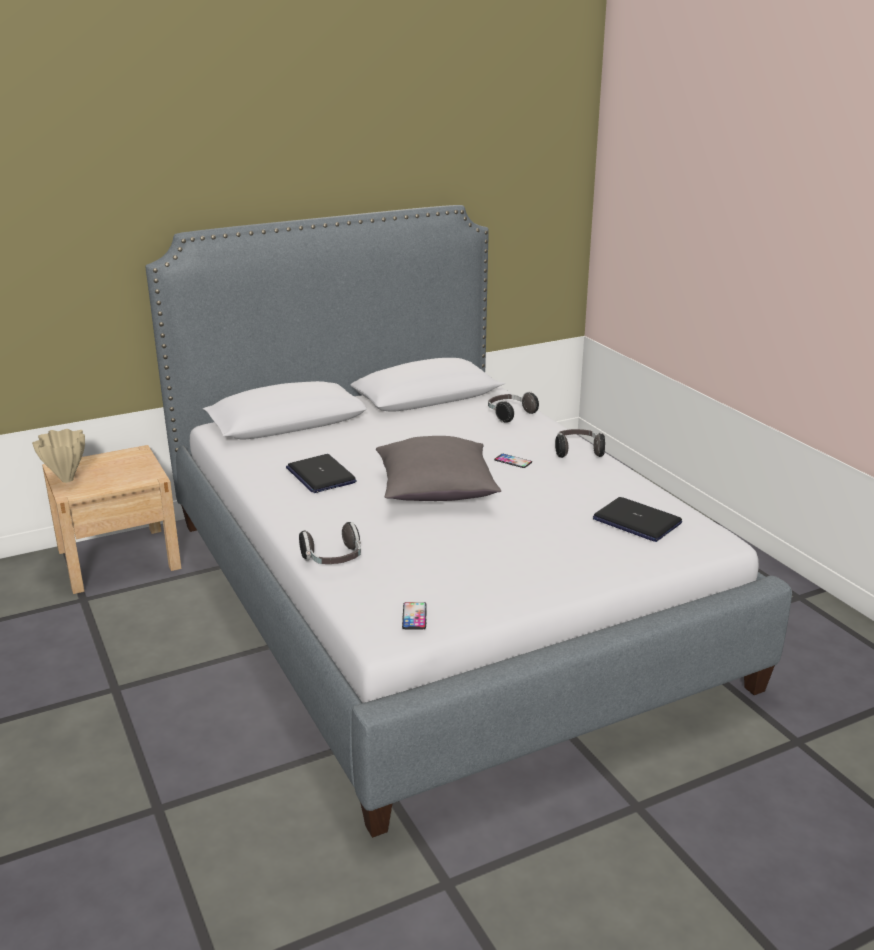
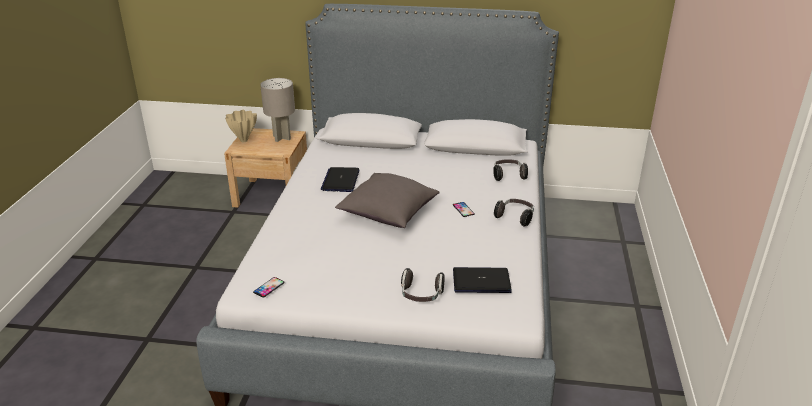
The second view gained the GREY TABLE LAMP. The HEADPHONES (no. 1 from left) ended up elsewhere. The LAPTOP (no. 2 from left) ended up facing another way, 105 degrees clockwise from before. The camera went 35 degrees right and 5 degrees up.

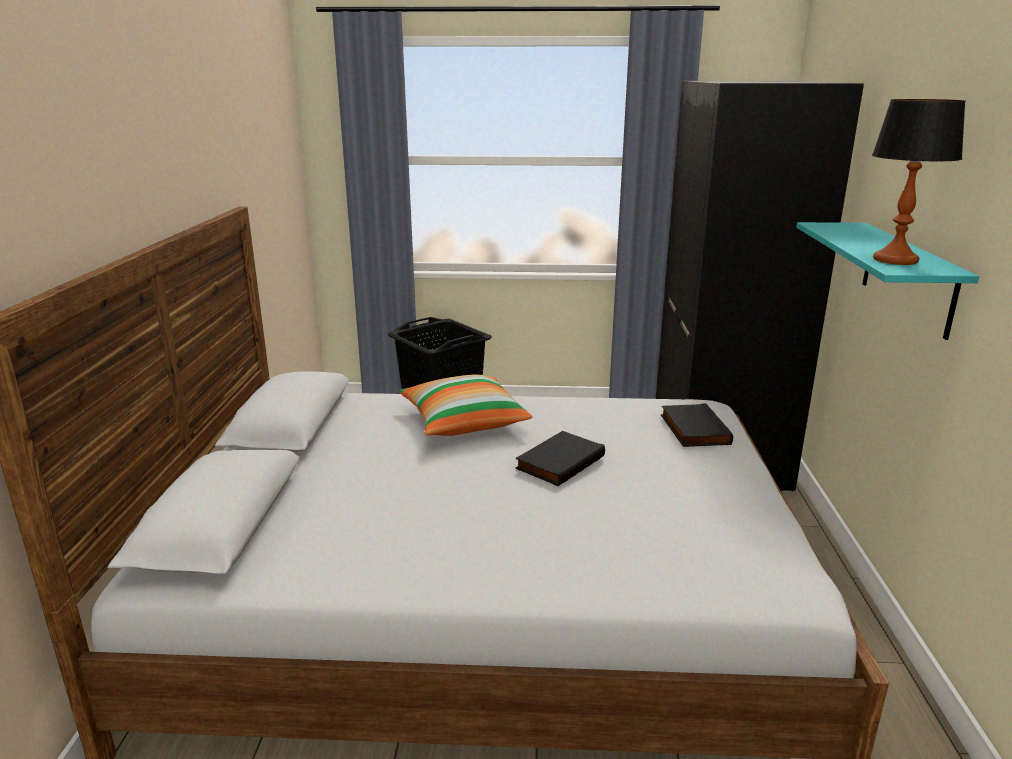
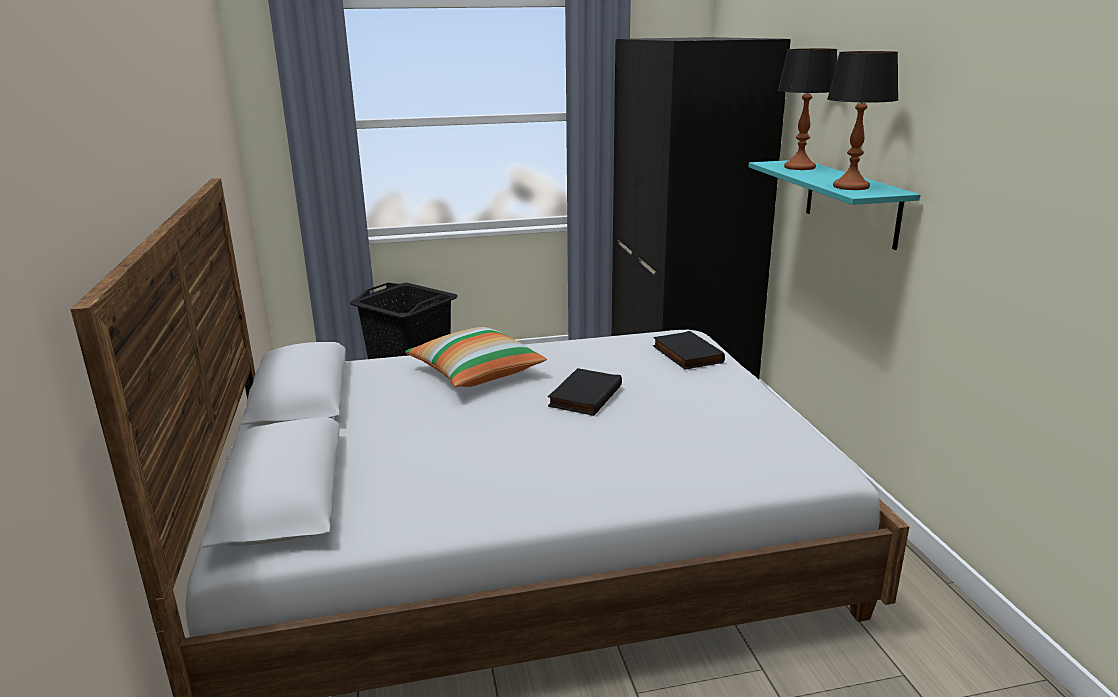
The second view gained the TABLE LAMP (no. 1 from left). The camera went 15 degrees left and 0 degrees up.

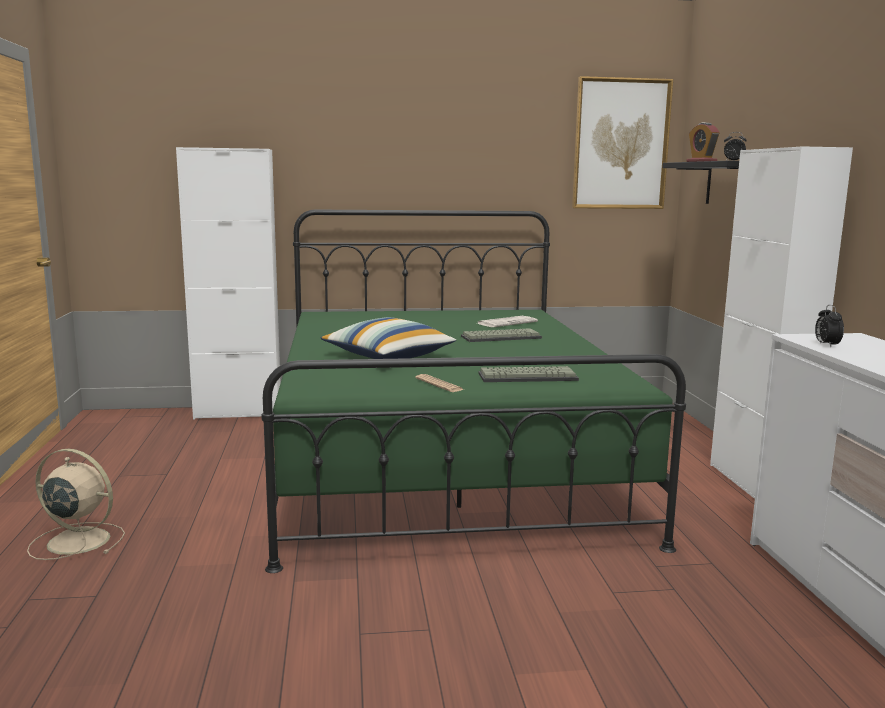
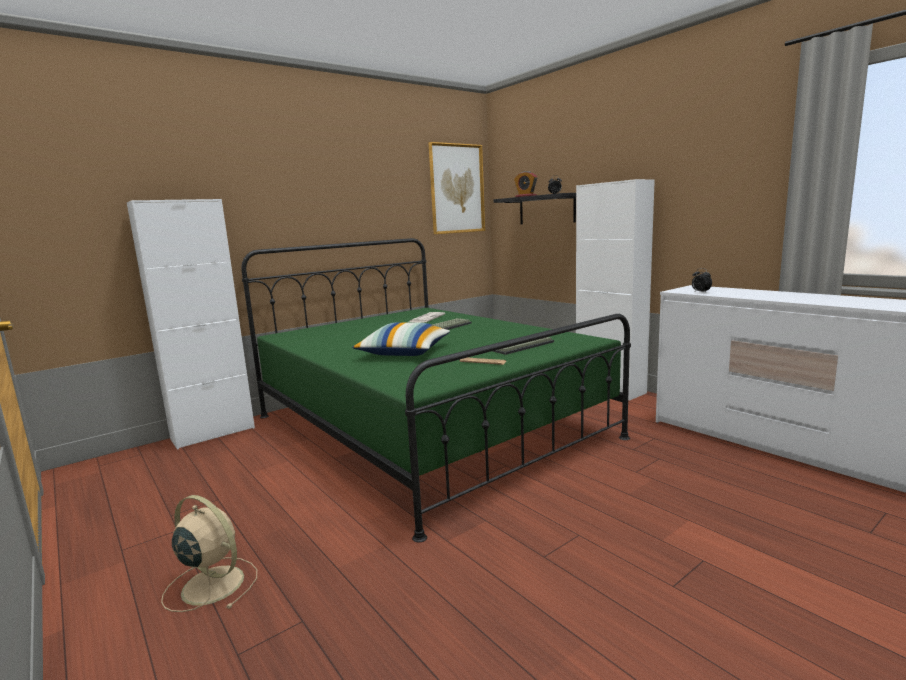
The BEIGE FAN ended up facing another way, 45 degrees clockwise from before. The camera went 30 degrees left and 0 degrees up.

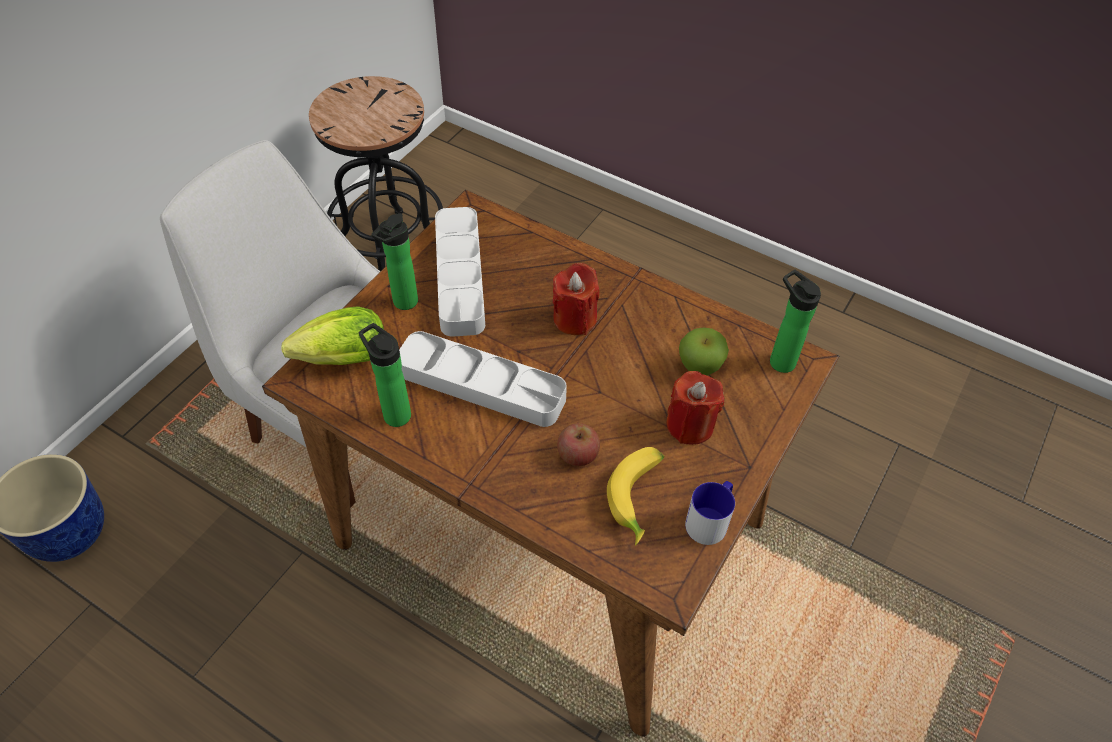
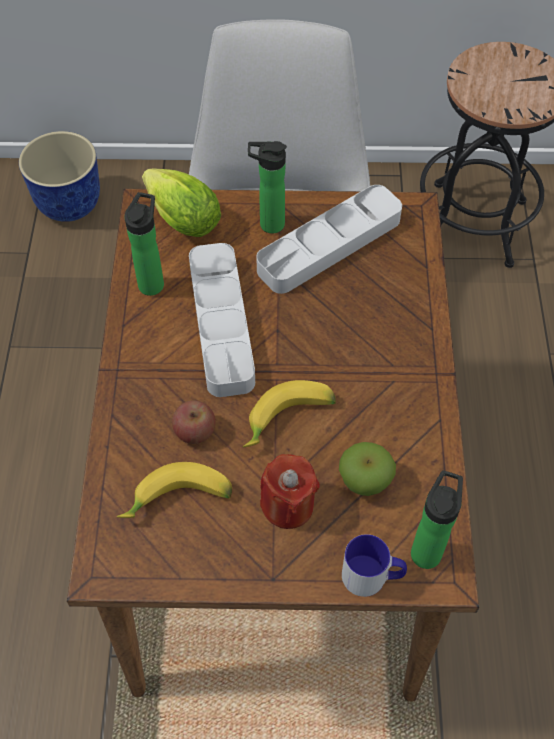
The second view gained the BANANA (no. 2 from left). The MUG ended up elsewhere. The second view lost the RED CANDLE (no. 1 from left). The camera went 60 degrees right and 5 degrees up.

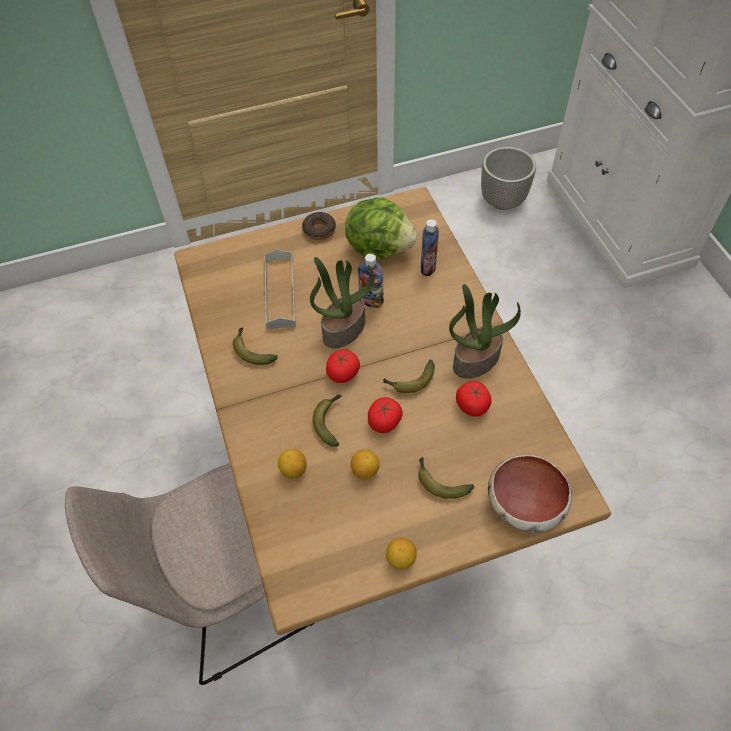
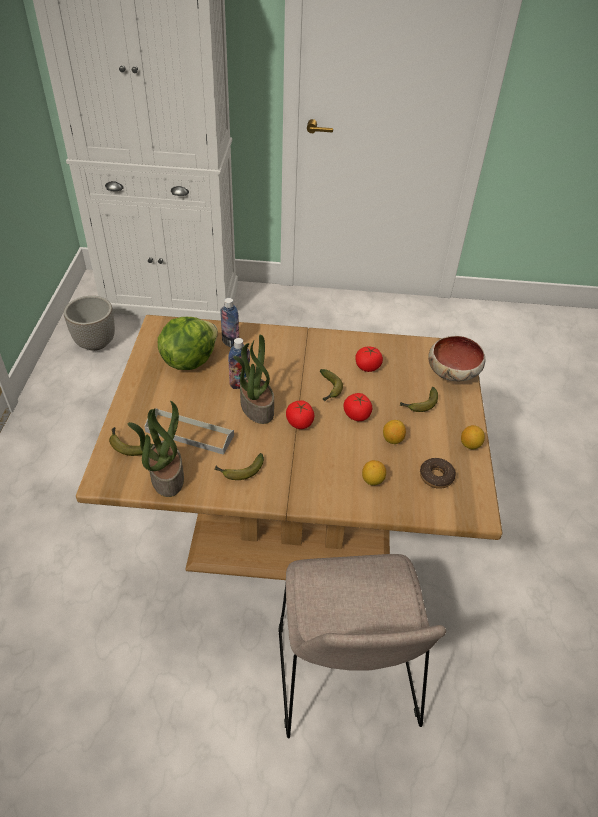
The BANANA (no. 2 from left in the first image) ended up elsewhere. The POTTED PLANT (no. 2 from left in the first image) ended up elsewhere. The DONUT ended up elsewhere. The camera went 70 degrees left and 10 degrees down.

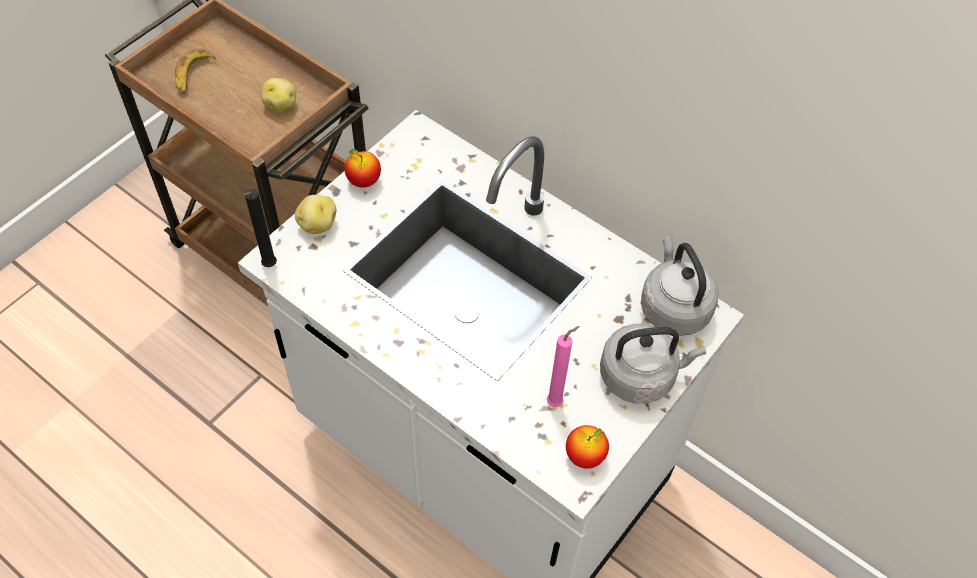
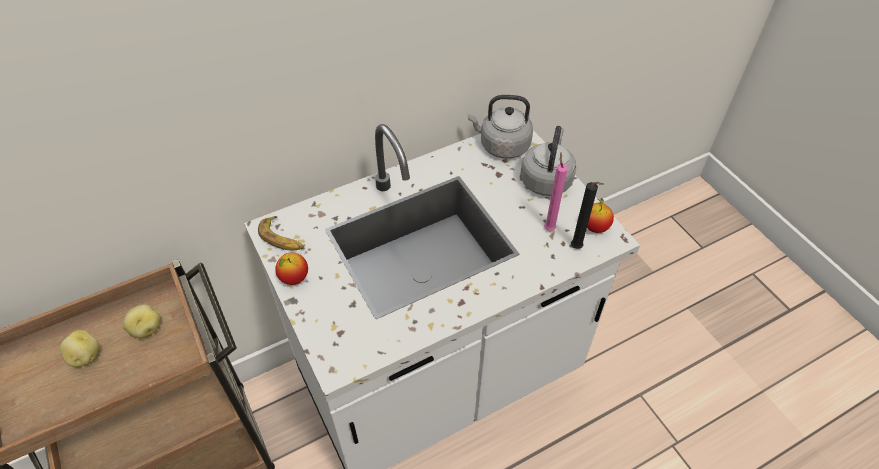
The POTATO (no. 2 from left in the first image) ended up elsewhere. The BANANA ended up elsewhere. The BLACK CANDLE ended up elsewhere. The camera went 65 degrees left and 5 degrees down.

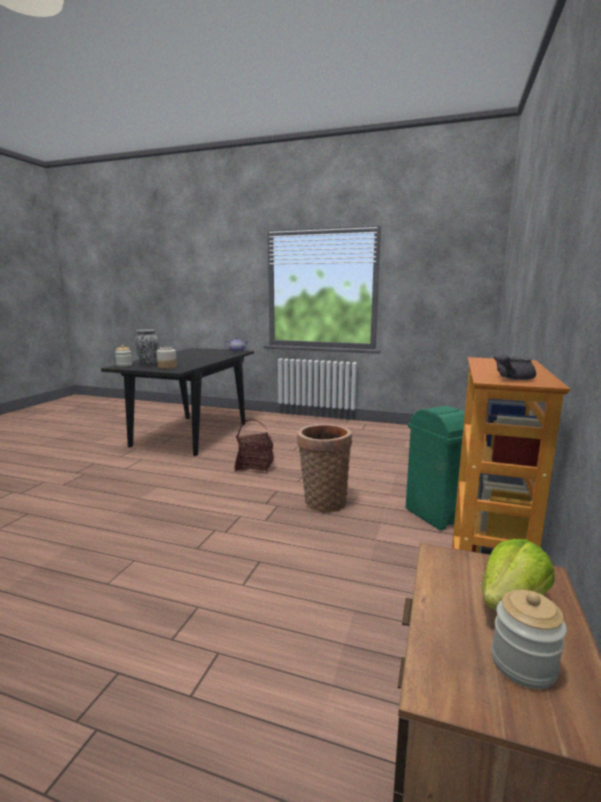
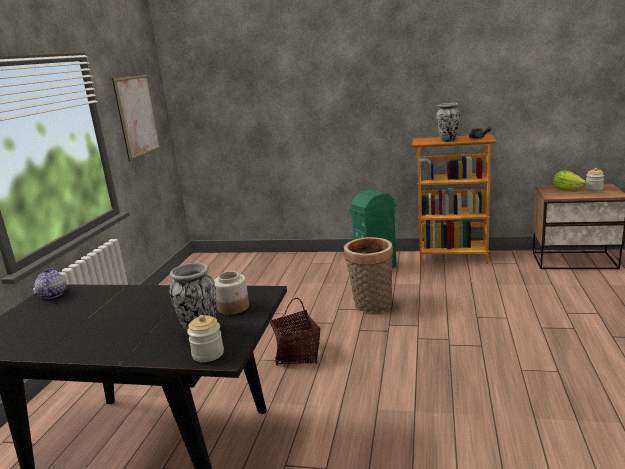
The second view gained the PICTURE. The second view gained the VASE (no. 2 from left). The camera went 95 degrees left and 5 degrees up.

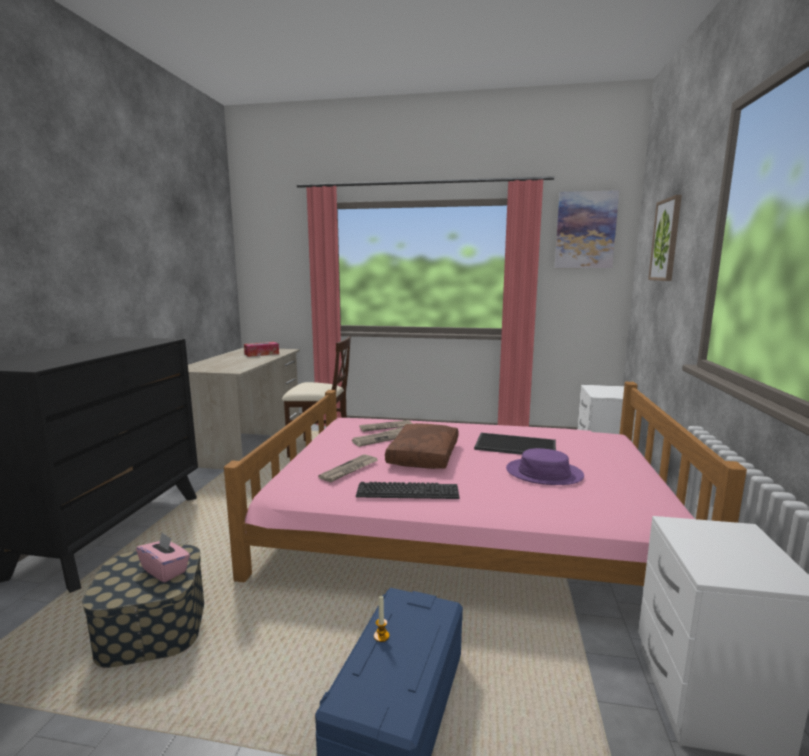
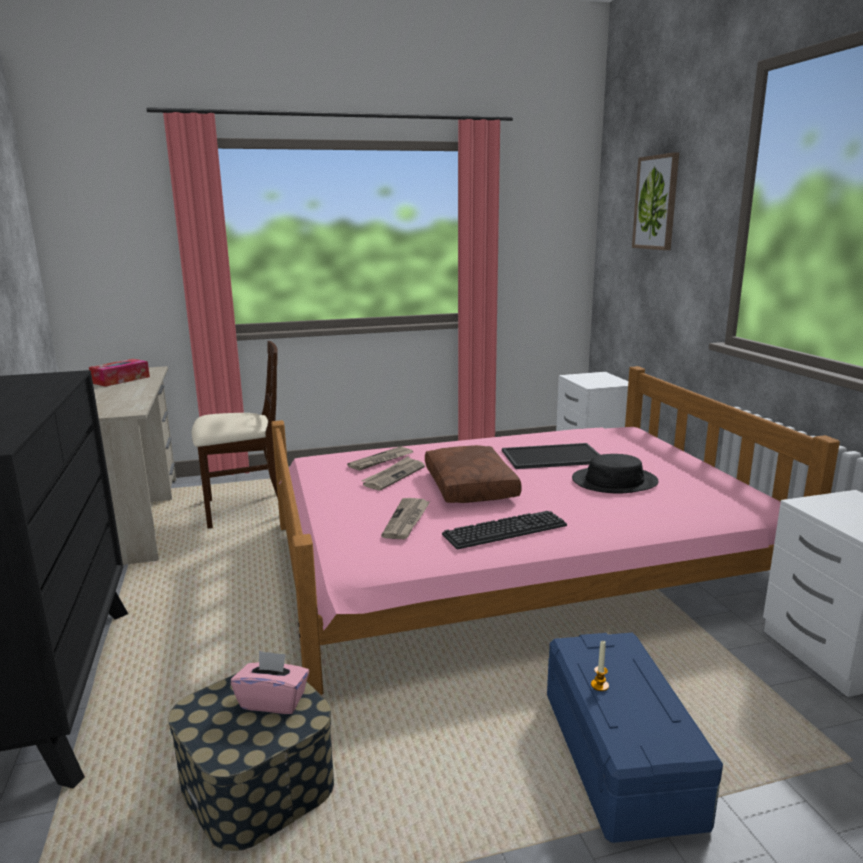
What was the PURPLE HAT turned into the BLACK HAT. The second view lost the PICTURE (no. 1 from left). The camera went 25 degrees left and 5 degrees up.

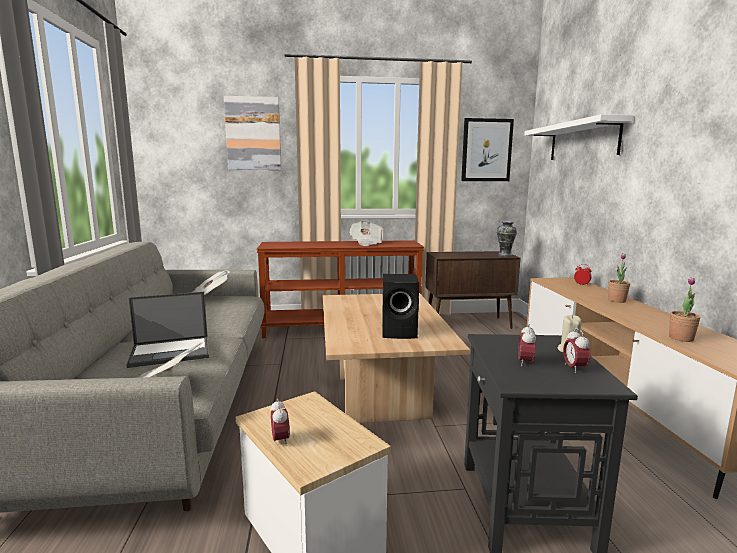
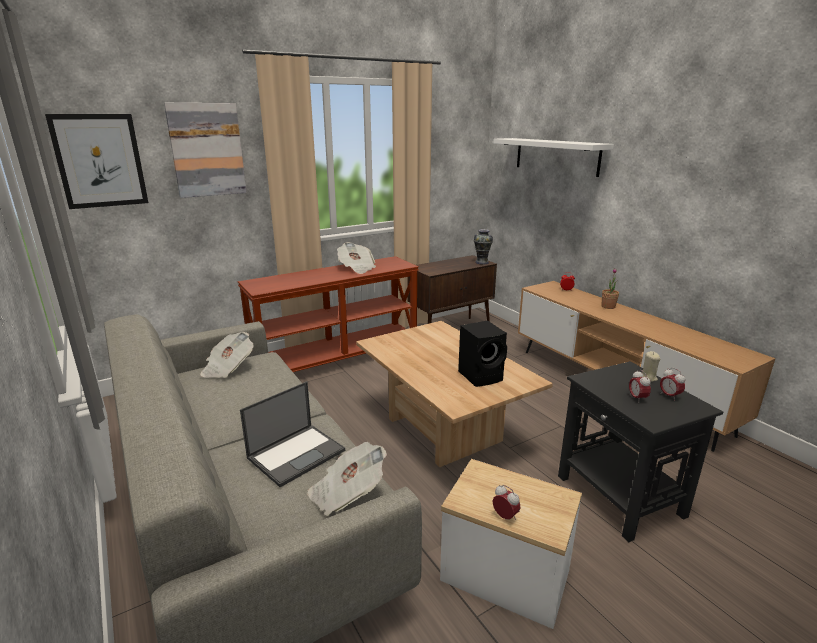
The PICTURE (no. 2 from left in the first image) ended up elsewhere. The second view lost the POTTED PLANT (no. 2 from left). The camera went 25 degrees left and 10 degrees up.

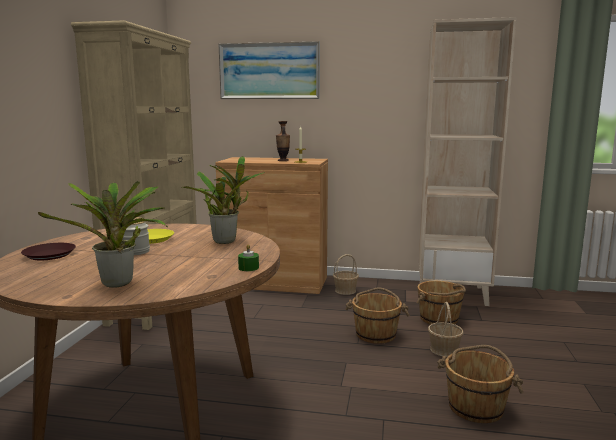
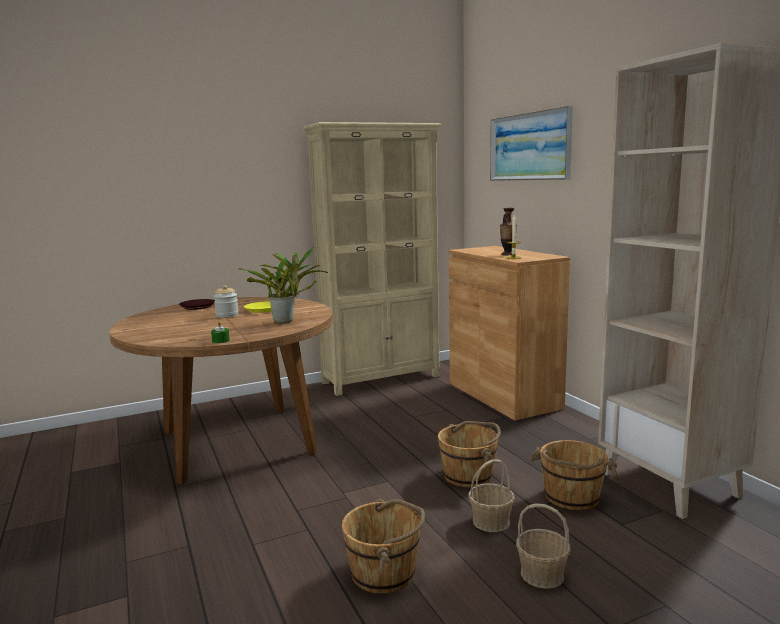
The BASKET (no. 1 from left in the first image) ended up elsewhere. The second view lost the POTTED PLANT (no. 1 from left). The camera went 55 degrees right and 0 degrees up.

